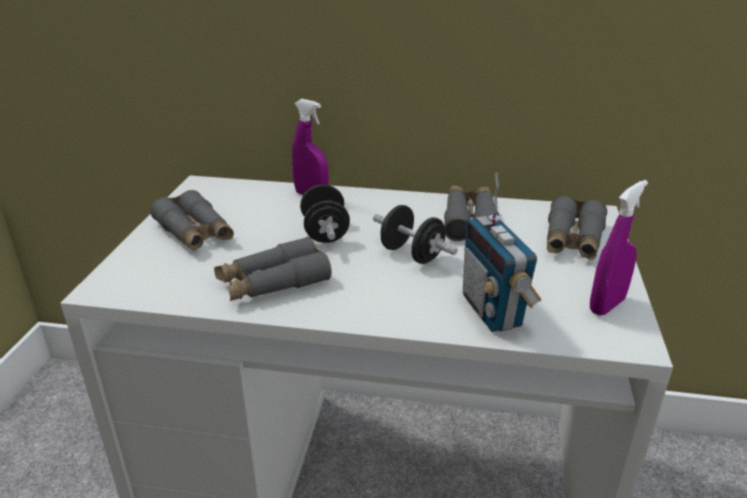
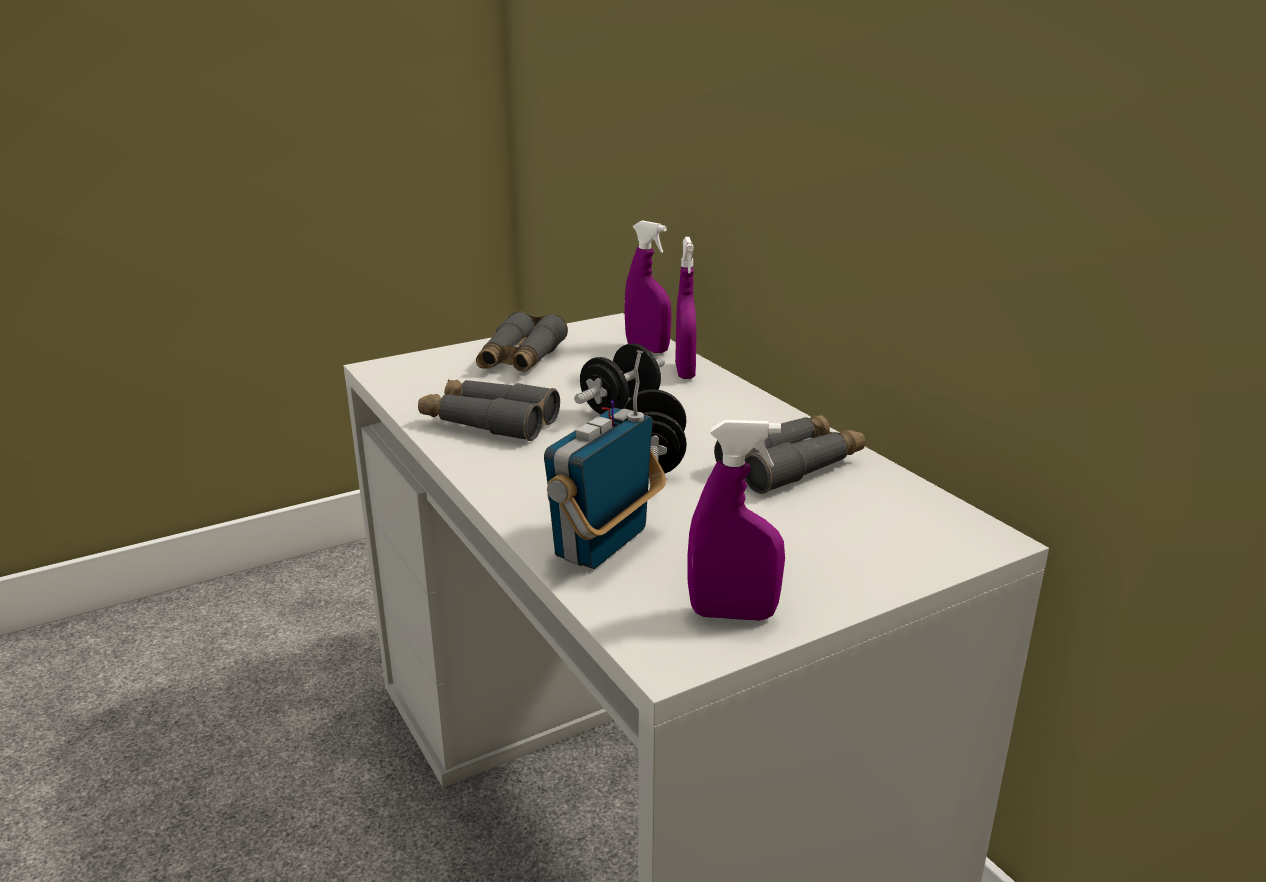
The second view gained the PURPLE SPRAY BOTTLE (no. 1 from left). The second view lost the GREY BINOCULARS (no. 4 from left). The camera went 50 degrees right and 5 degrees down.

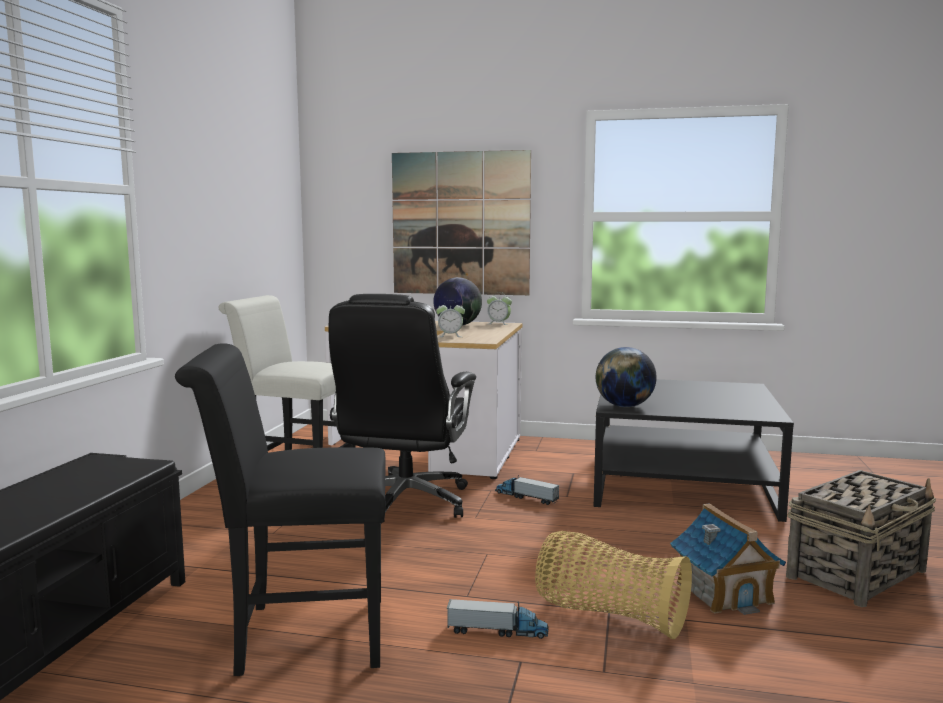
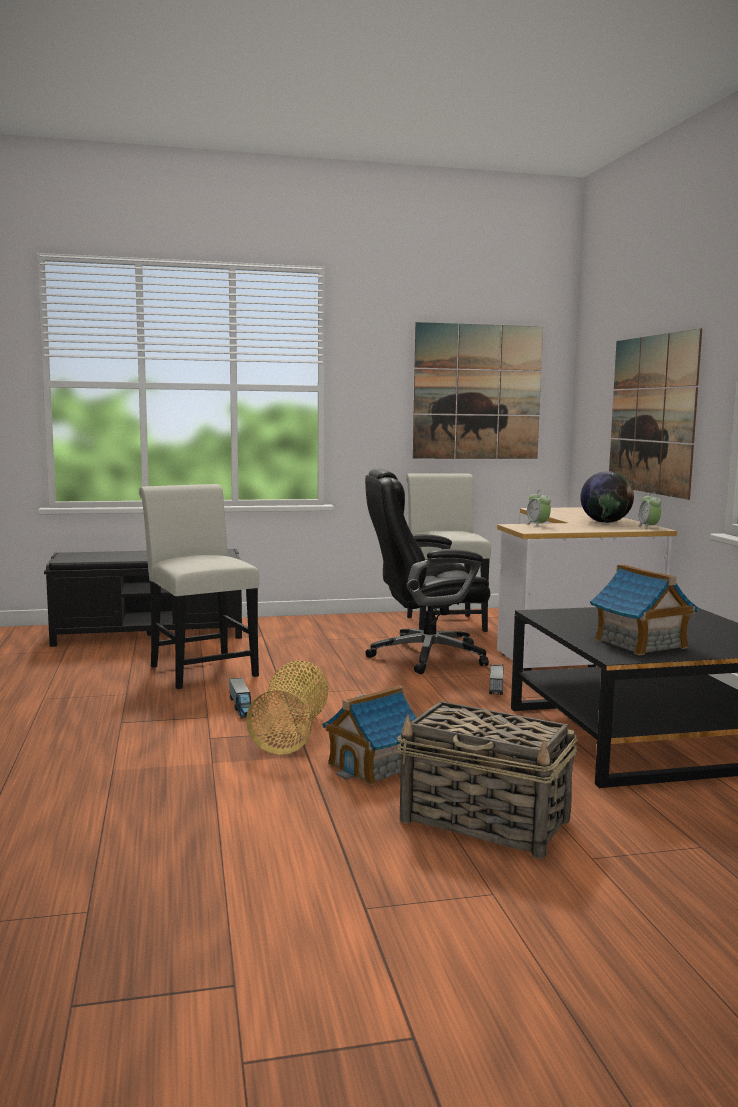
What was the BLACK CHAIR turned into the WHITE CHAIR (no. 1 from left). The second view gained the PICTURE (no. 1 from left). The second view gained the TOY HOUSE (no. 2 from left). The second view lost the GLOBE (no. 2 from left). The camera went 65 degrees right and 0 degrees up.

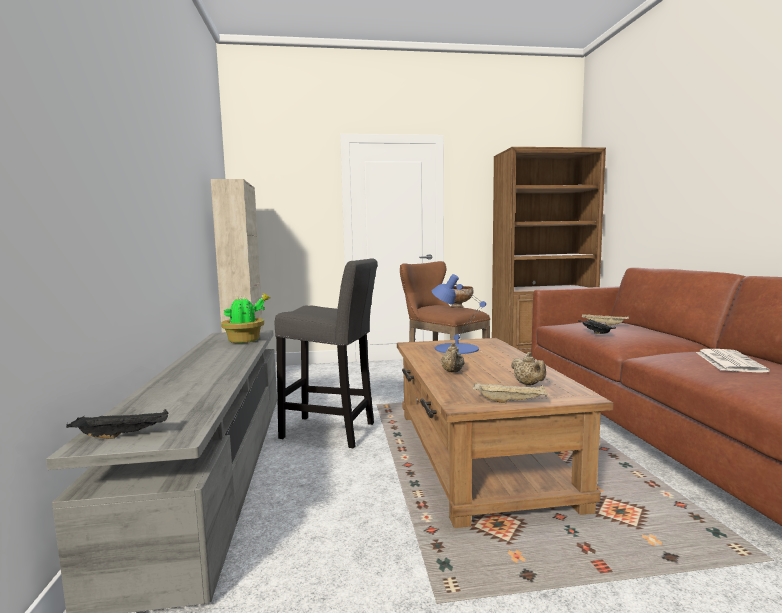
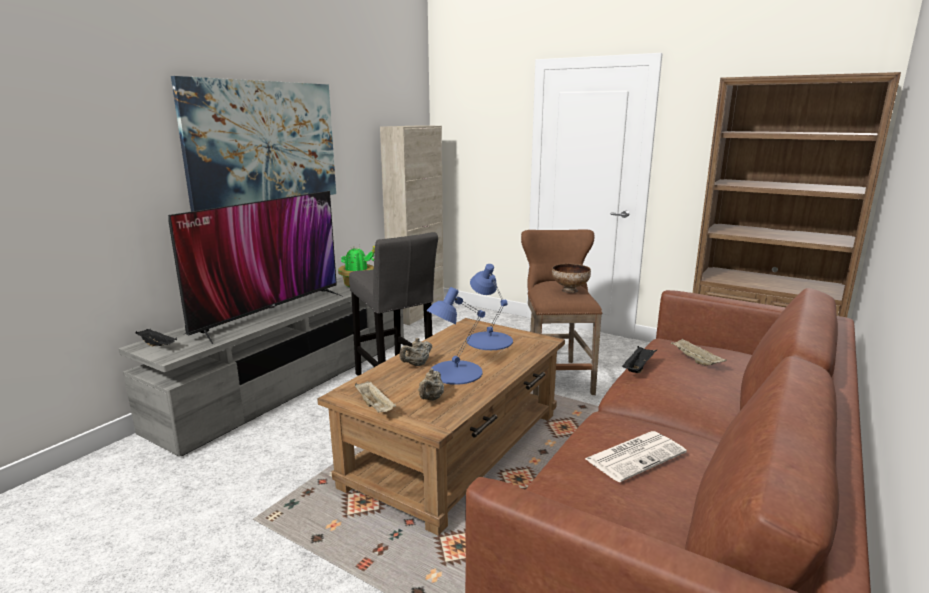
The second view gained the TELEVISION. The second view gained the PICTURE. The second view gained the BLUE TABLE LAMP (no. 1 from left). The camera went 40 degrees right and 10 degrees up.

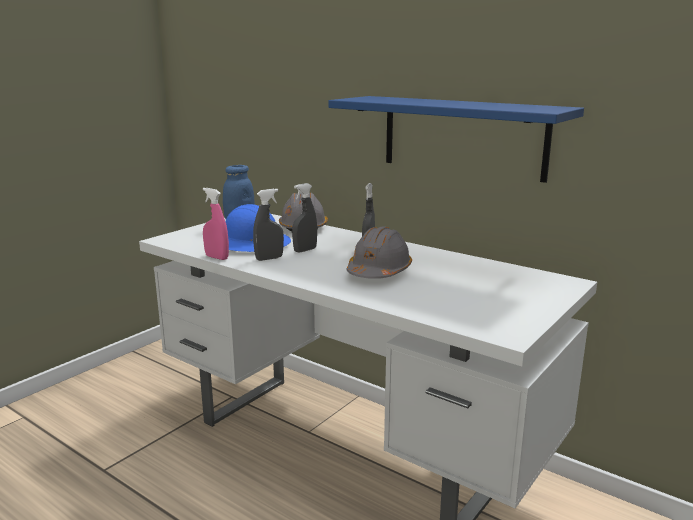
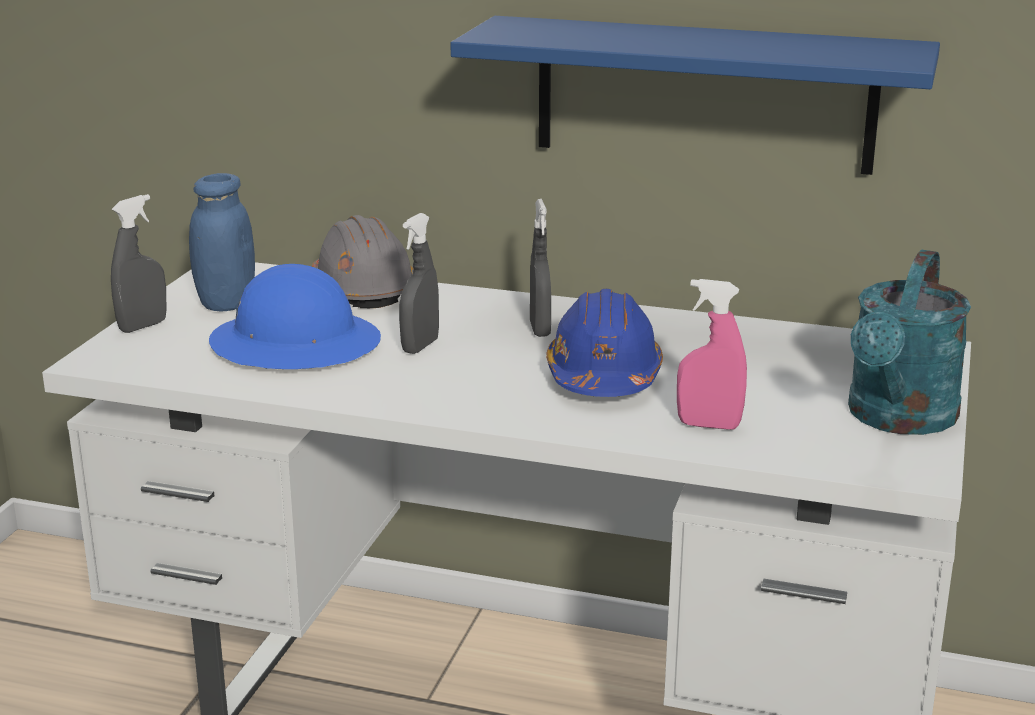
The GREY SPRAY BOTTLE (no. 1 from left) ended up elsewhere. What was the GREY HARD HAT (no. 2 from left) turned into the BLUE HARD HAT (no. 2 from left). The PINK SPRAY BOTTLE ended up elsewhere. The second view gained the TURQUOISE WATERING CAN. The camera went 20 degrees left and 5 degrees up.

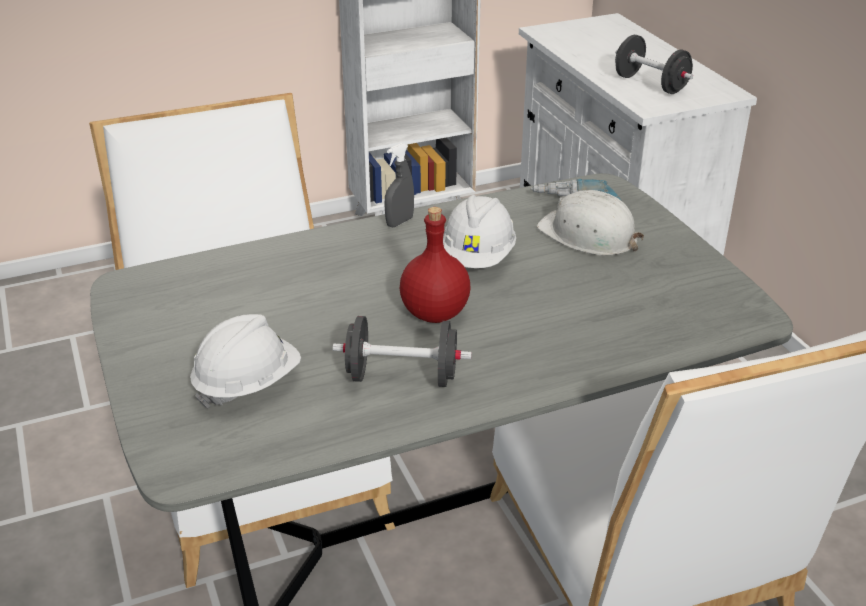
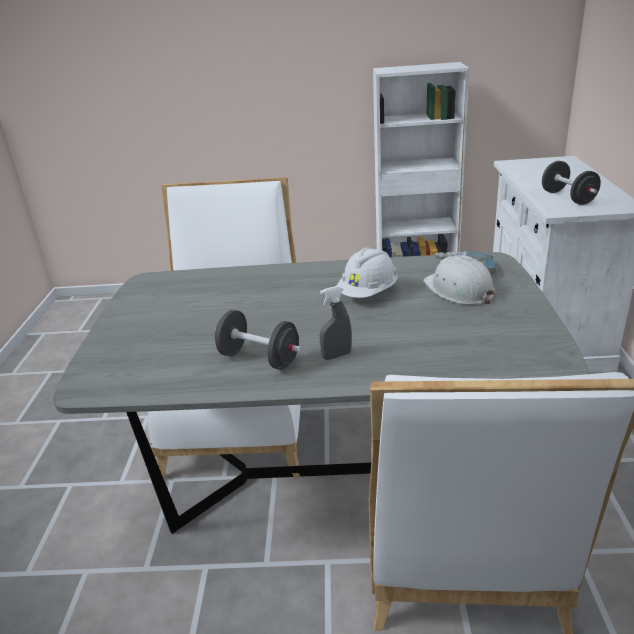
The GREY SPRAY BOTTLE ended up elsewhere. The second view lost the WHITE HARD HAT (no. 1 from left). The second view lost the RED BOTTLE. The camera went 25 degrees right and 5 degrees down.

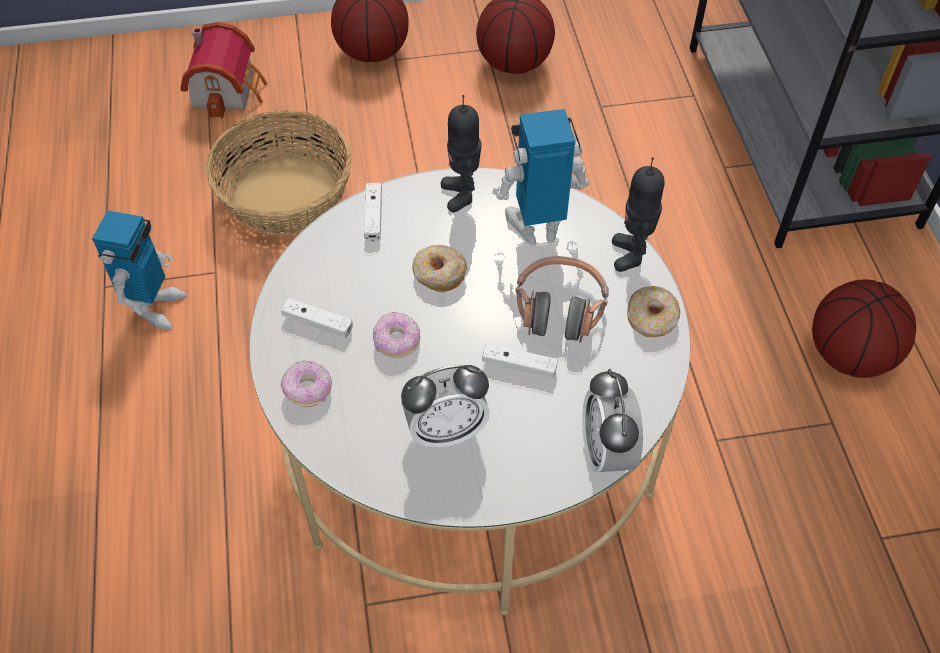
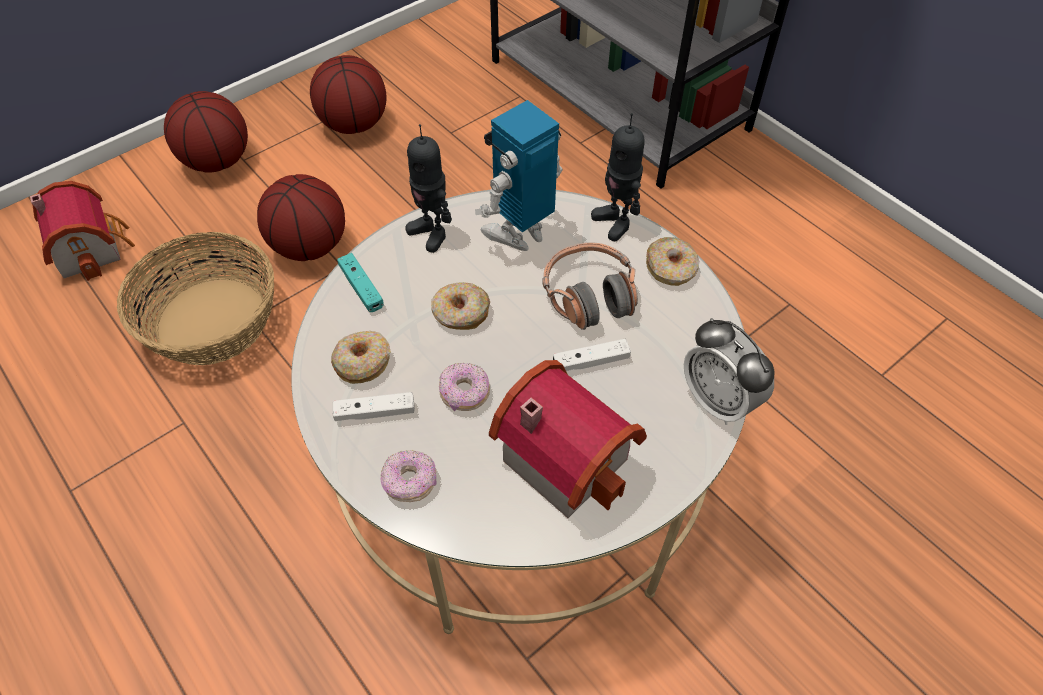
The BASKETBALL (no. 3 from left in the first image) ended up elsewhere. The second view gained the DONUT (no. 1 from left). What was the WHITE GAME CONTROLLER (no. 2 from left) turned into the TURQUOISE GAME CONTROLLER. Where the ALARM CLOCK (no. 1 from left) stood, the TOY HOUSE (no. 2 from left) came to stand. The second view lost the TOY ROBOT (no. 1 from left). The camera went 30 degrees left and 0 degrees up.

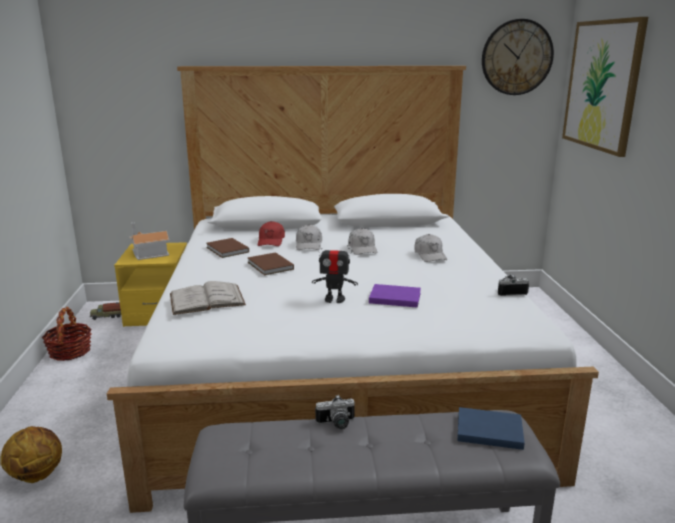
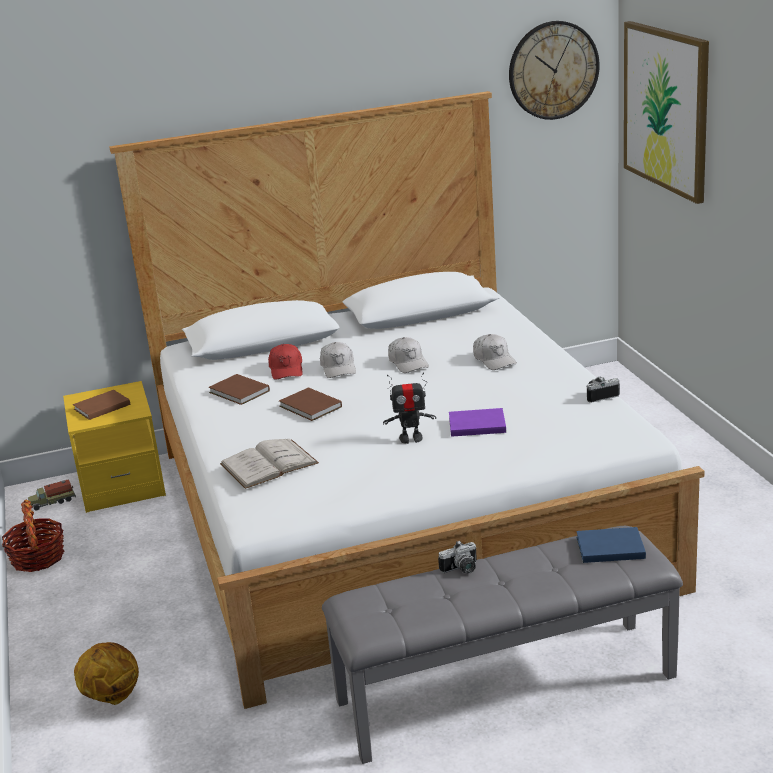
Where the TOY HOUSE stood, the BROWN BOOK (no. 1 from left) came to stand. The camera went 10 degrees left and 5 degrees up.

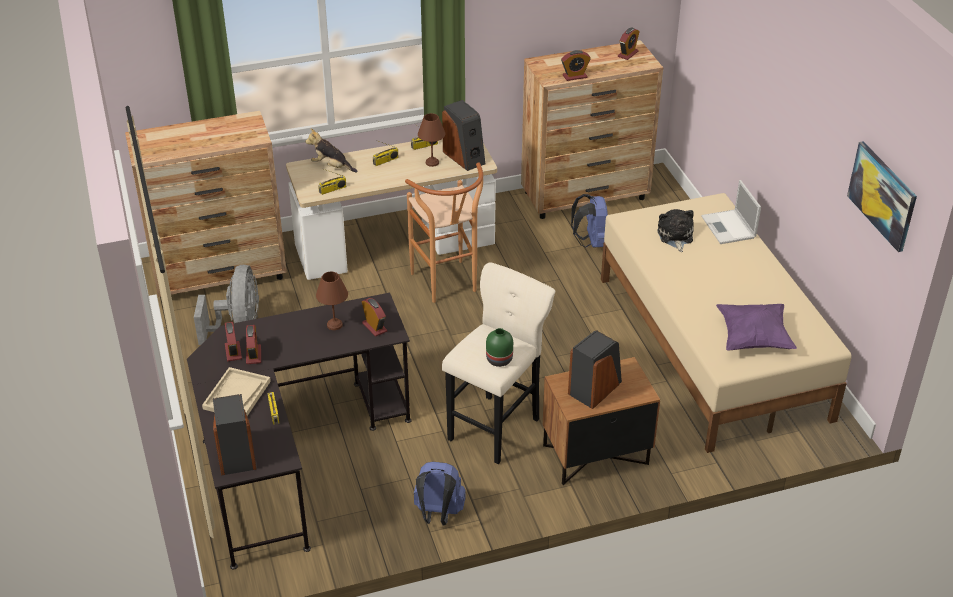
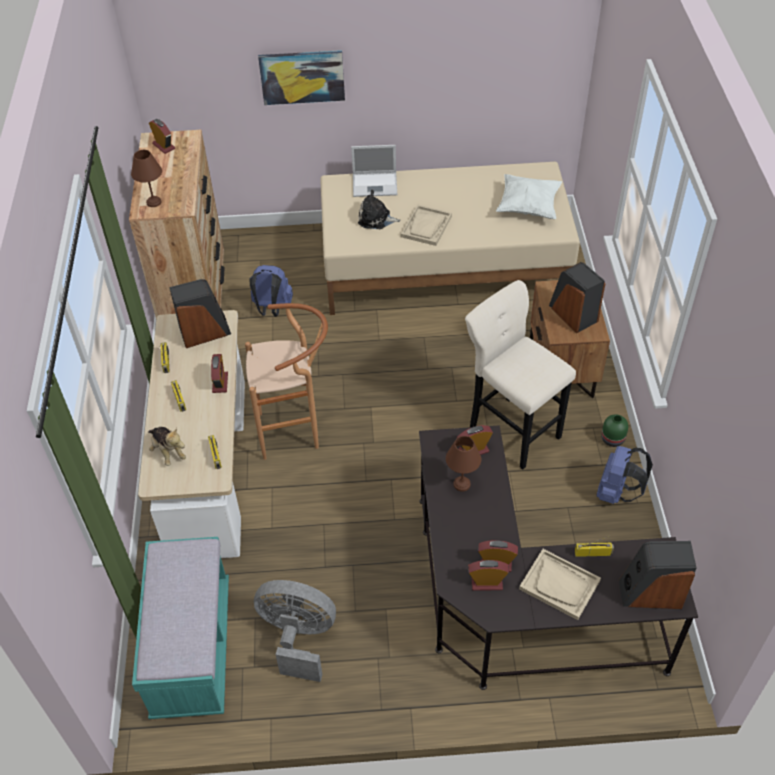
The BROWN TABLE LAMP (no. 2 from left in the first image) ended up elsewhere. Where the BROWN DRESSER (no. 1 from left) stood, the TURQUOISE BENCH came to stand. The PLUSH TOY (no. 1 from left) ended up facing another way, 75 degrees counterclockwise from before. The ALARM CLOCK (no. 4 from left in the first image) ended up elsewhere. The PICTURE ended up elsewhere. The second view gained the BEIGE TRAY (no. 1 from left). What was the PURPLE PILLOW turned into the WHITE PILLOW. The GREEN VASE ended up elsewhere. The camera went 75 degrees left and 10 degrees up.

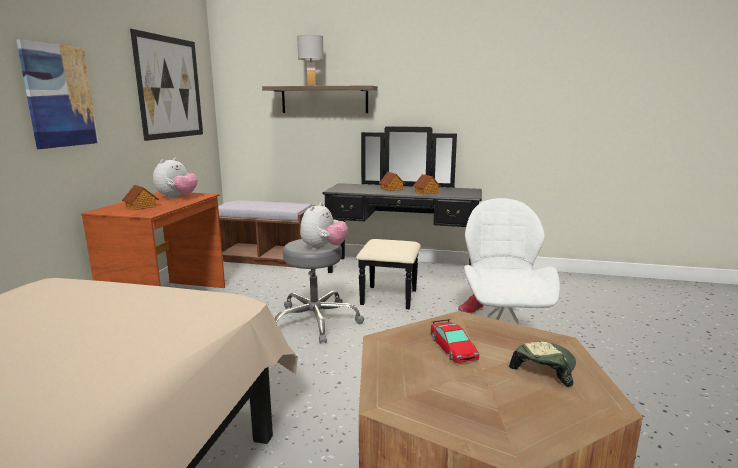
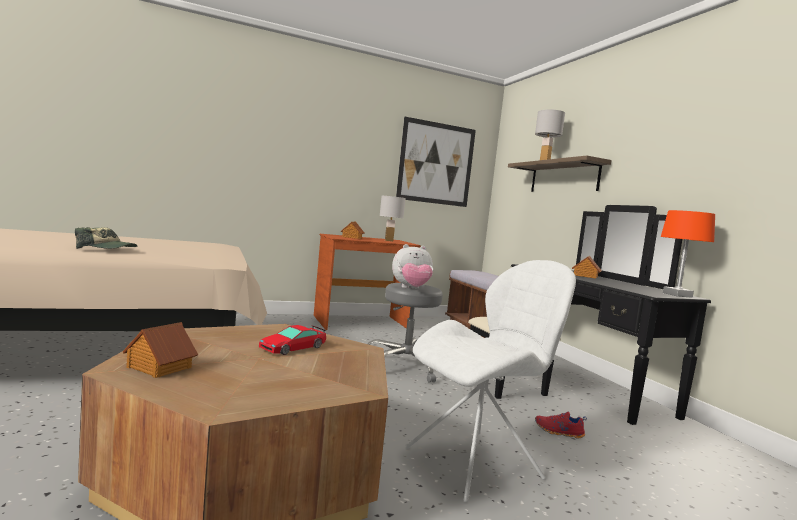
The CAP ended up elsewhere. The TOY HOUSE (no. 3 from left in the first image) ended up elsewhere. Where the PLUSH TOY (no. 1 from left) stood, the WHITE TABLE LAMP (no. 1 from left) came to stand. The second view gained the ORANGE TABLE LAMP. The second view lost the PICTURE (no. 1 from left). The camera went 55 degrees right and 10 degrees down.

